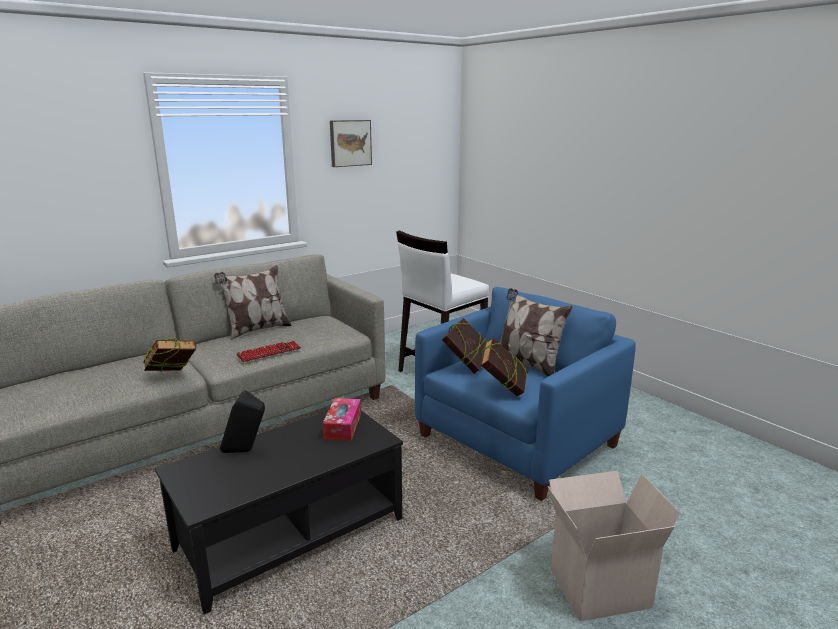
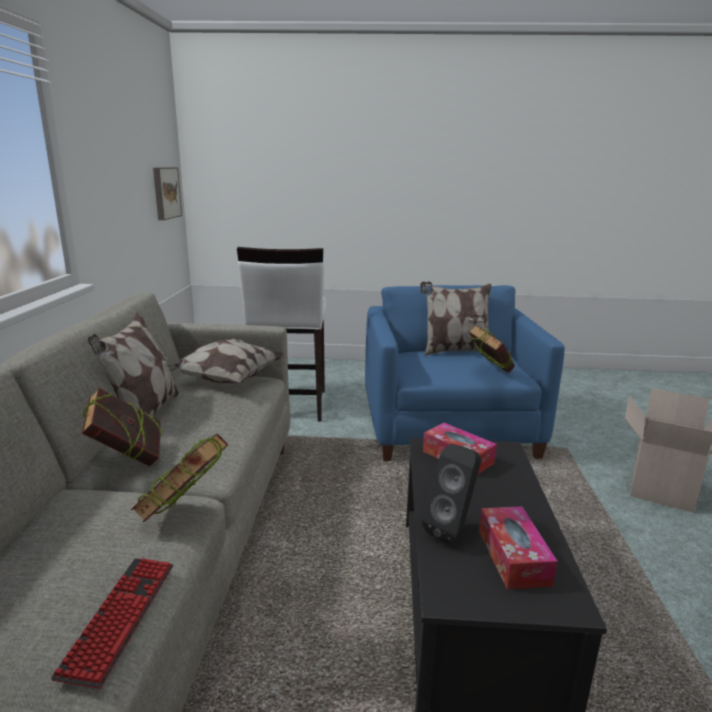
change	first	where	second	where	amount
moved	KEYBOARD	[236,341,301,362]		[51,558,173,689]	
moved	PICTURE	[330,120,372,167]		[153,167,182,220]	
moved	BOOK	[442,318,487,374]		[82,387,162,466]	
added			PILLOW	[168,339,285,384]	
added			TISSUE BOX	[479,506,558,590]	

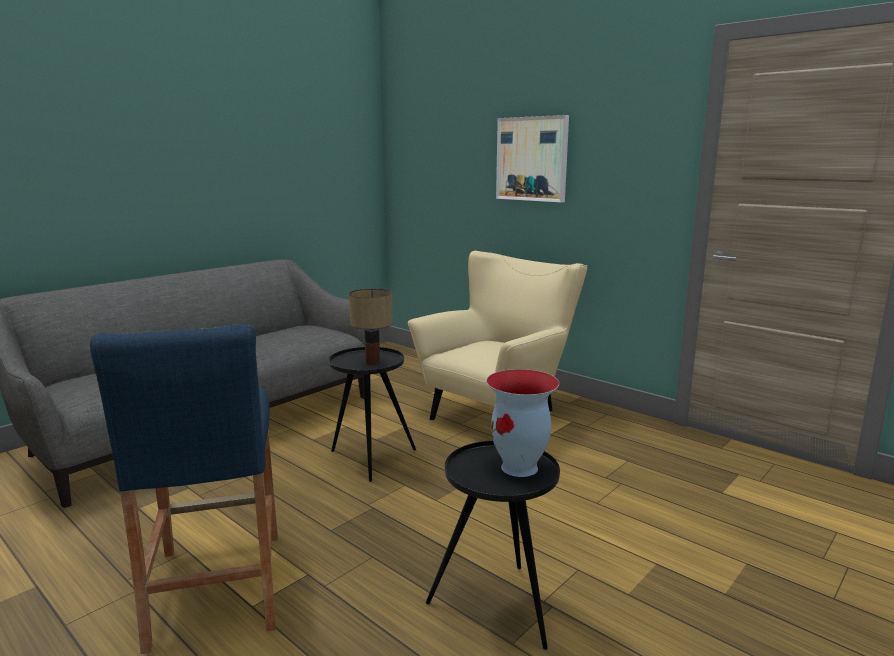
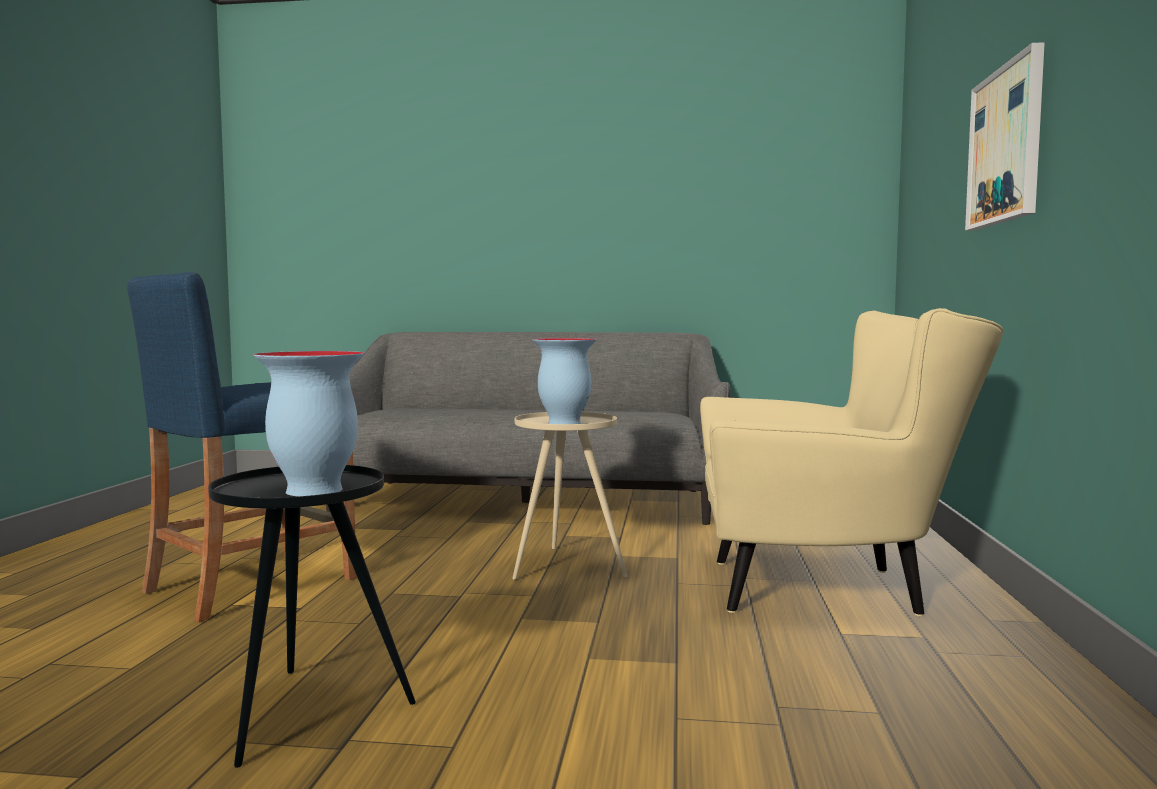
change	first	where	second	where	amount
recoloured	BLACK SIDE TABLE	[329,347,416,482]	BEIGE SIDE TABLE	[513,412,628,580]	
replaced	TABLE LAMP	[349,288,393,365]	VASE	[532,338,597,424]	

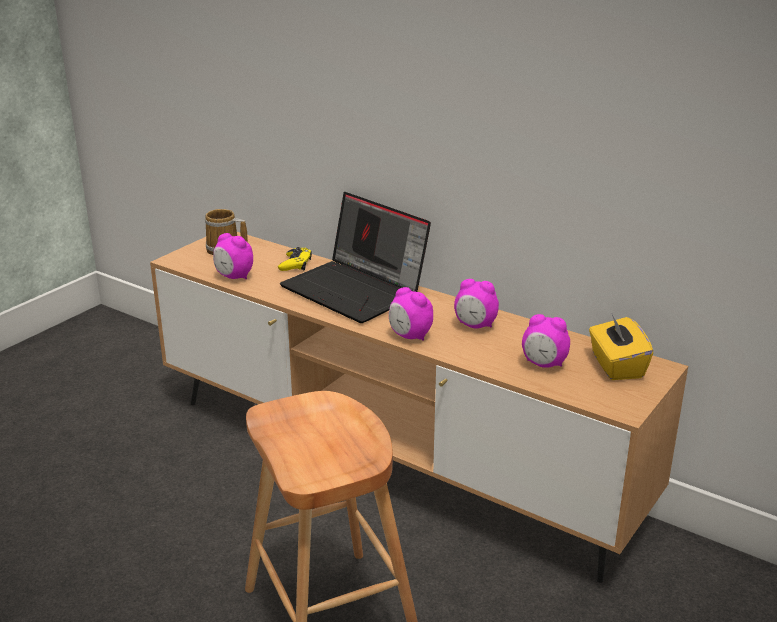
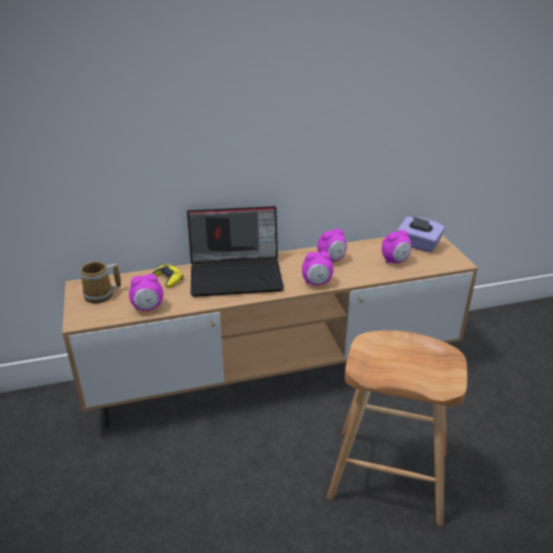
change	first	where	second	where	amount
recoloured	YELLOW TISSUE BOX	[589,314,653,380]	PURPLE TISSUE BOX	[397,216,445,253]	

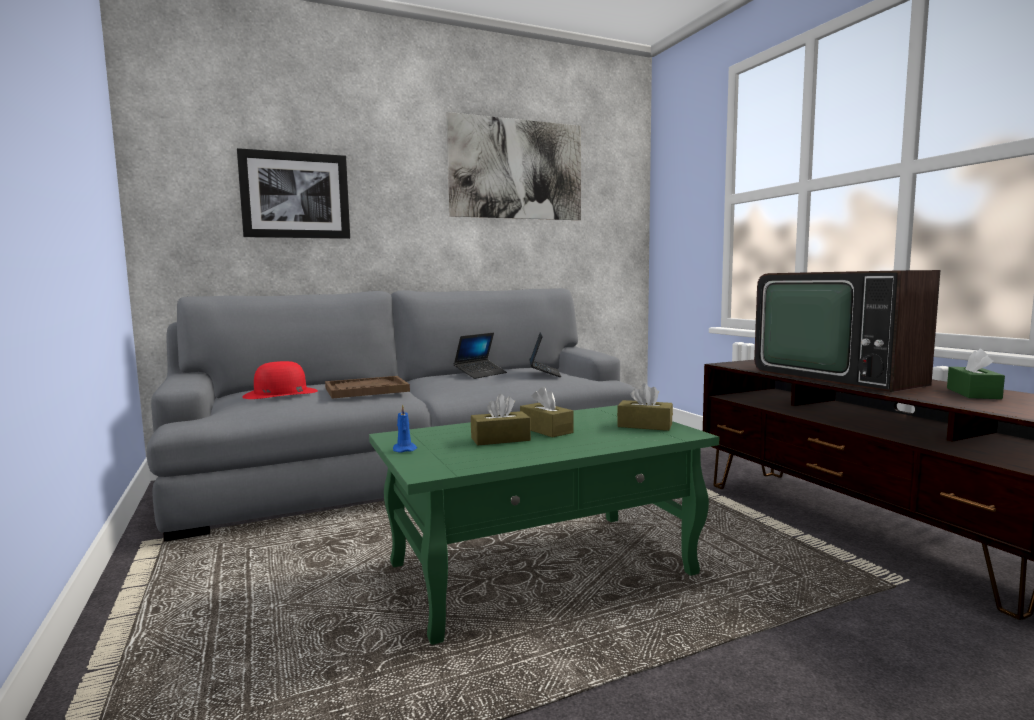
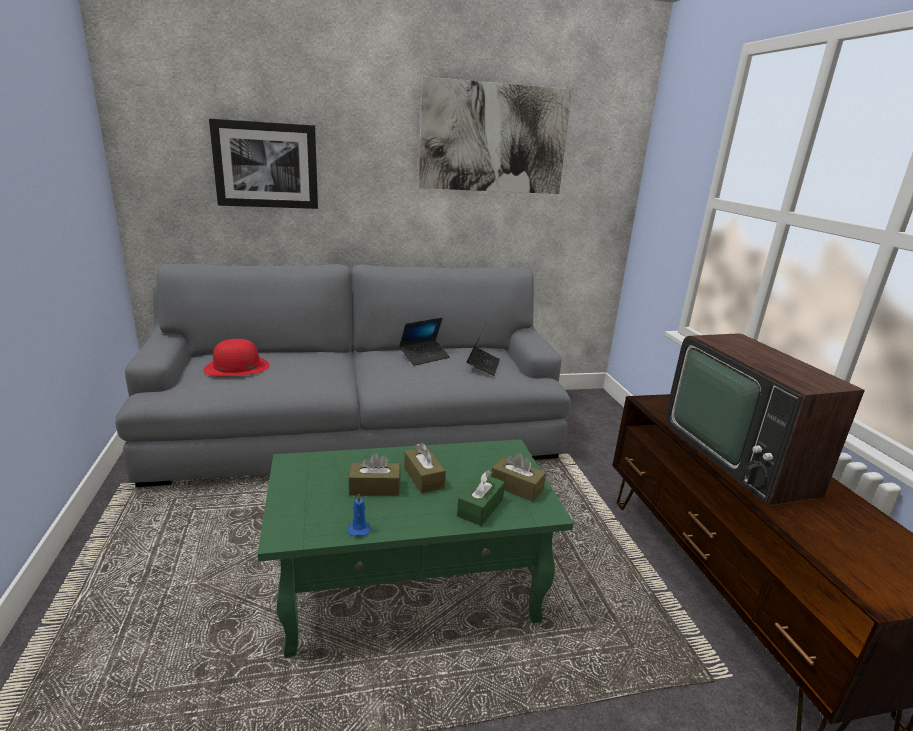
change	first	where	second	where	amount
removed	BROWN TRAY	[325,376,410,399]			
moved	BLUE CANDLE	[393,404,417,453]		[348,493,370,537]	
moved	GREEN TISSUE BOX	[947,349,1005,399]		[457,470,505,526]	

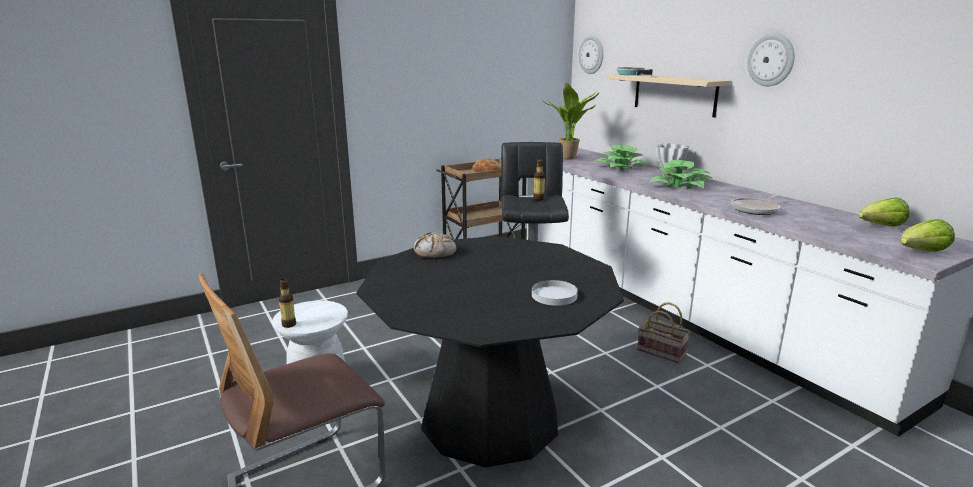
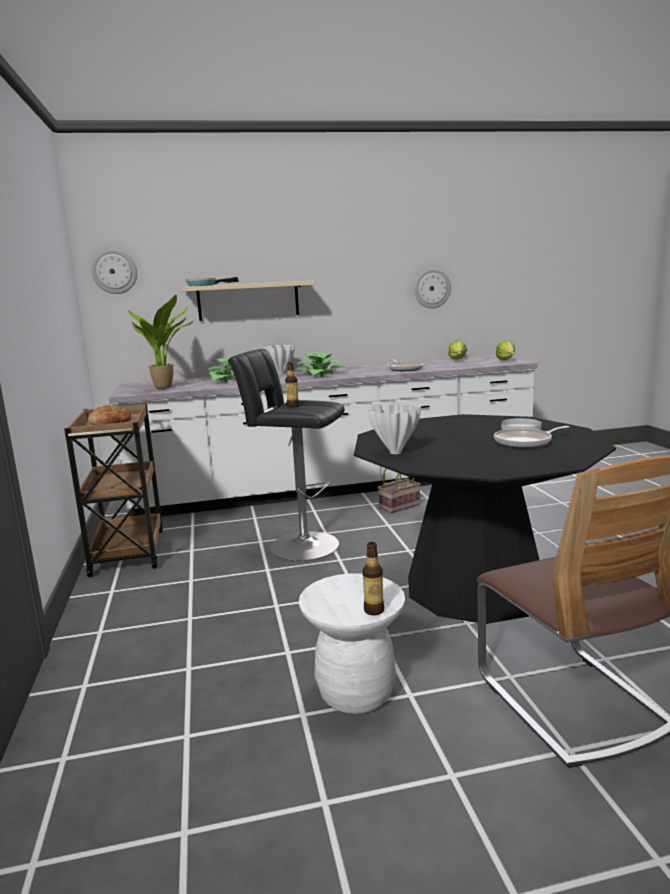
change	first	where	second	where	amount
replaced	BREAD	[414,232,456,258]	WHITE VASE	[368,404,421,454]	
moved	WALL CLOCK	[747,33,794,86]		[414,268,451,309]	
added			FRYING PAN	[494,426,569,448]	

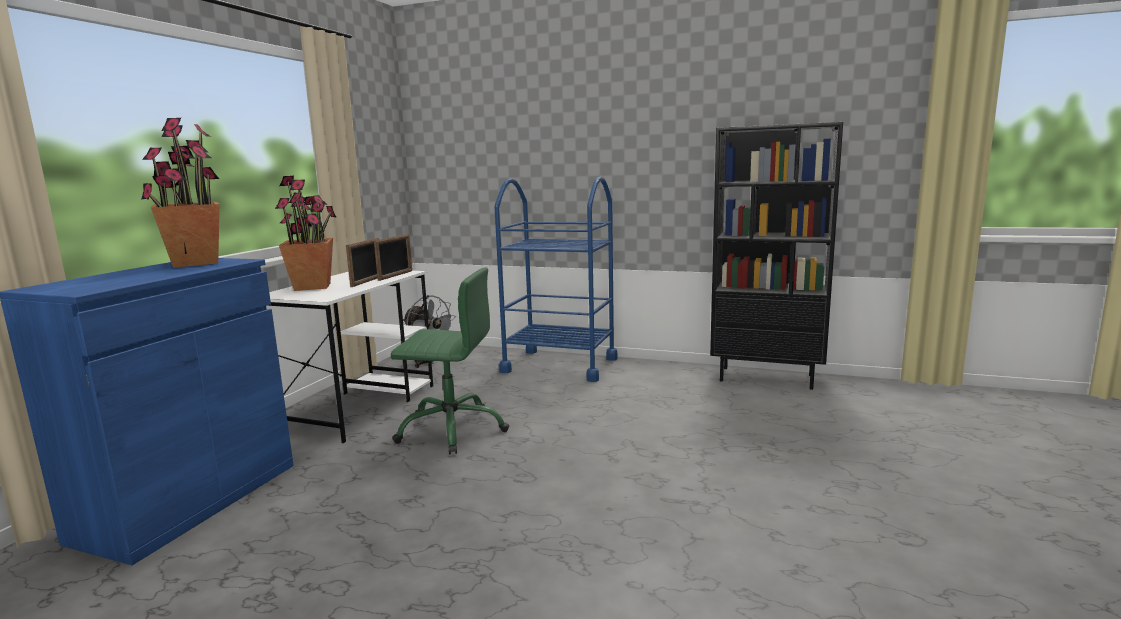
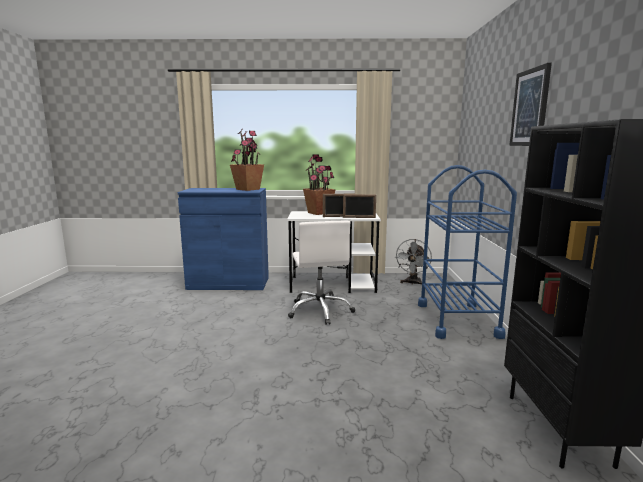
change	first	where	second	where	amount
recoloured	GREEN OFFICE CHAIR	[391,267,509,455]	WHITE OFFICE CHAIR	[288,221,355,325]	
added			PICTURE	[509,63,552,146]	

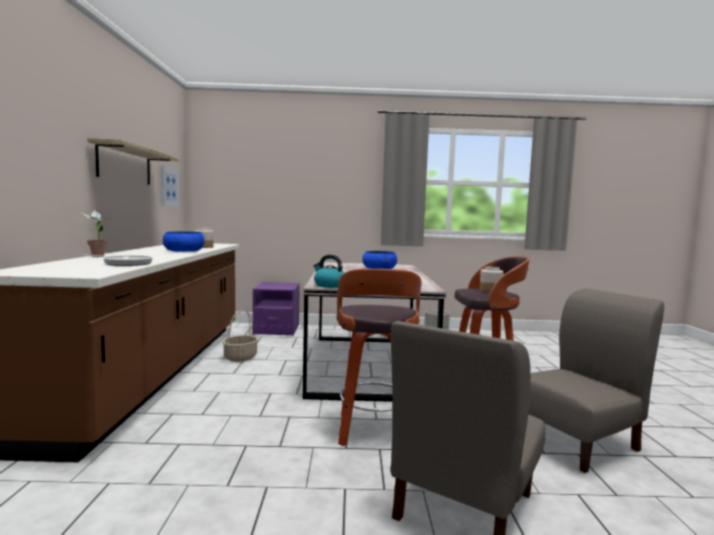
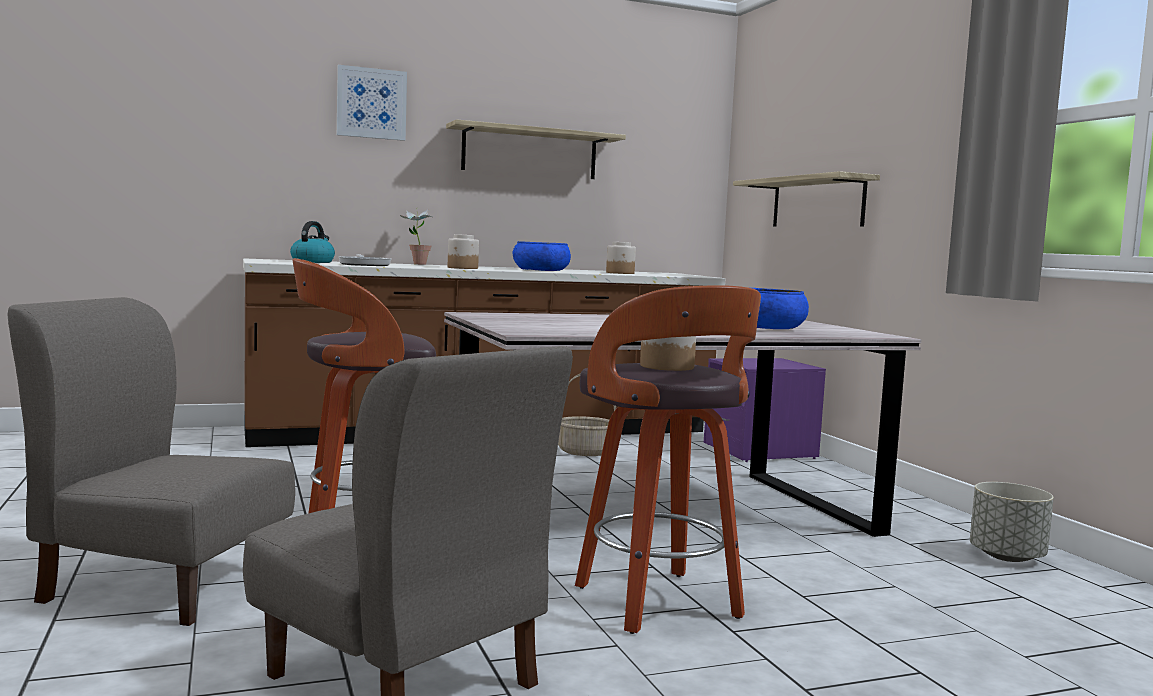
change	first	where	second	where	amount
moved	PICTURE	[161,166,179,206]		[337,65,407,141]	
moved	KETTLE	[314,255,345,288]		[290,221,335,263]	
added			JAR	[448,234,479,269]	
added			SHELF	[733,171,880,227]	

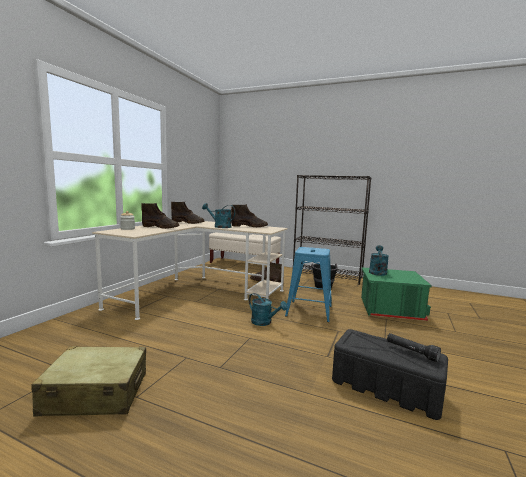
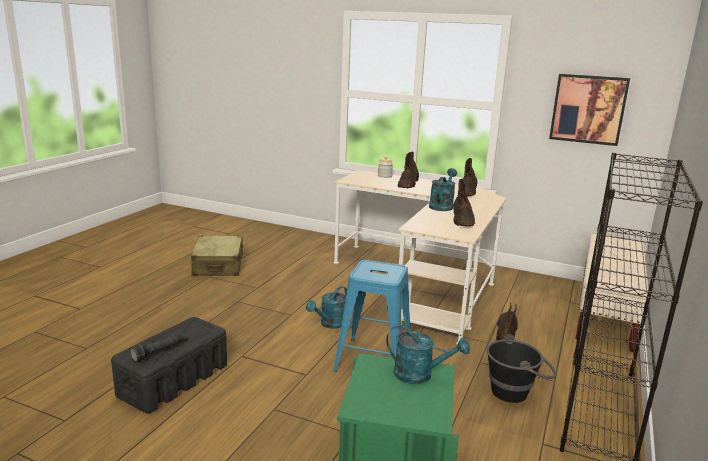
change	first	where	second	where	amount
added			PICTURE	[549,74,630,146]	

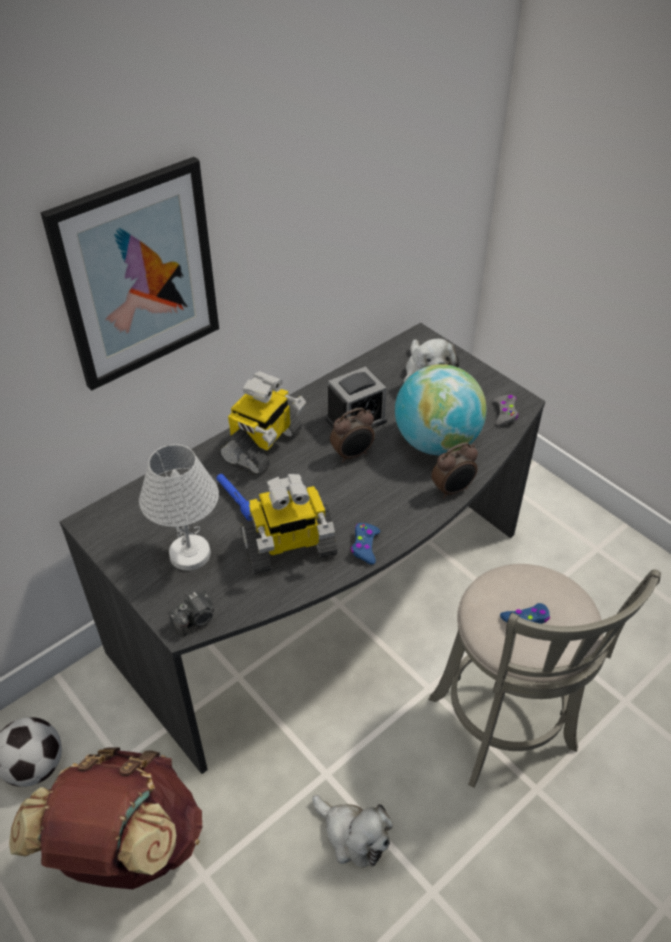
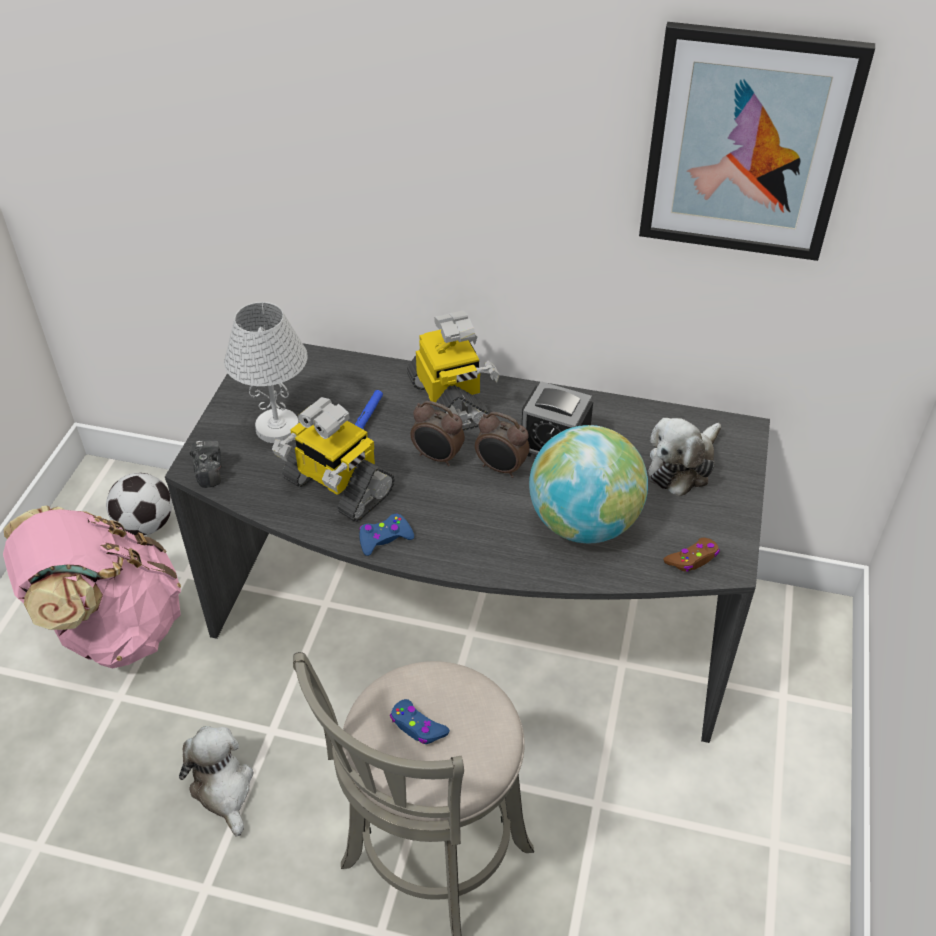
change	first	where	second	where	amount
recoloured	BROWN BACKPACK	[9,747,203,889]	PINK BACKPACK	[3,506,181,668]	
moved	PICTURE	[41,157,219,391]		[639,22,875,261]	
turned	PHOTO CAMERA	[168,591,214,636]		[189,440,222,488]	120 degrees counterclockwise
turned	TOY ROBOT	[218,371,306,476]		[407,311,500,431]	105 degrees counterclockwise
turned	PLUSH TOY	[312,795,393,868]		[179,726,253,837]	150 degrees clockwise
moved	ALARM CLOCK	[431,442,478,498]		[410,401,465,466]	
recoloured	GREY GAME CONTROLLER	[493,395,518,426]	BROWN GAME CONTROLLER	[663,538,720,572]	

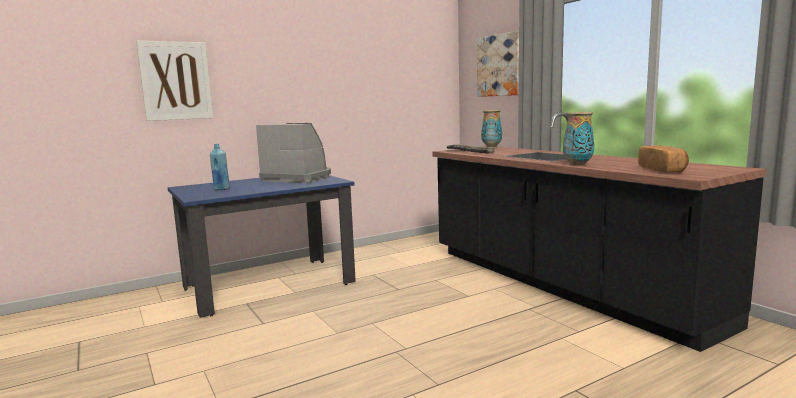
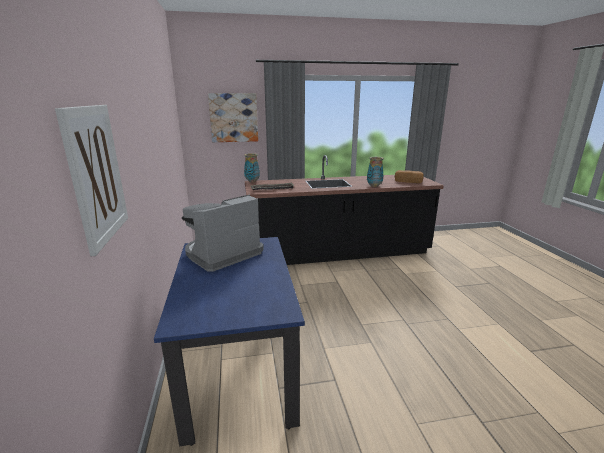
change	first	where	second	where	amount
removed	BLUE BOTTLE	[210,144,230,190]			

